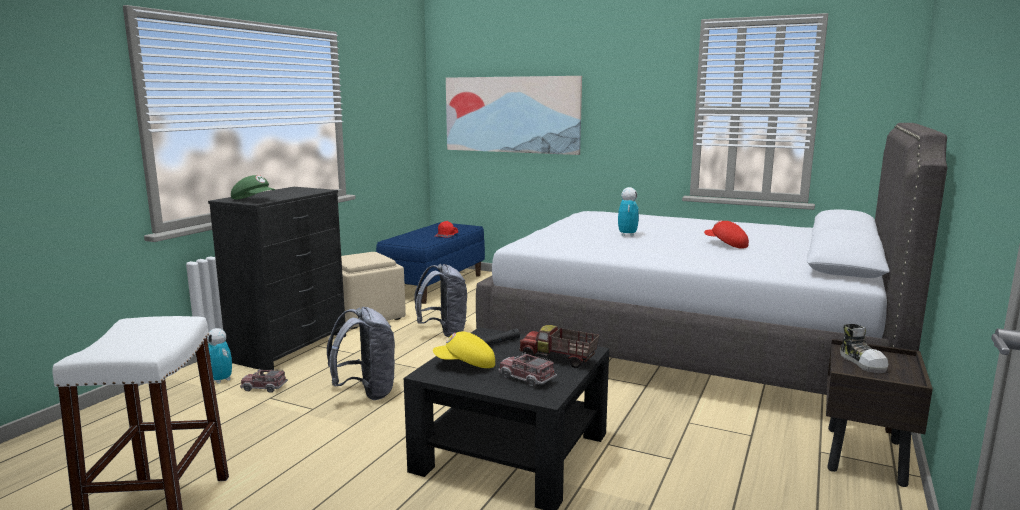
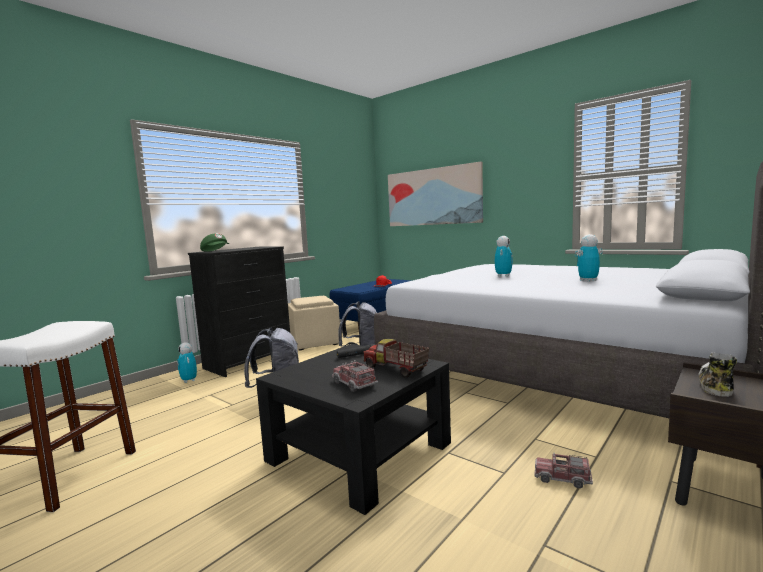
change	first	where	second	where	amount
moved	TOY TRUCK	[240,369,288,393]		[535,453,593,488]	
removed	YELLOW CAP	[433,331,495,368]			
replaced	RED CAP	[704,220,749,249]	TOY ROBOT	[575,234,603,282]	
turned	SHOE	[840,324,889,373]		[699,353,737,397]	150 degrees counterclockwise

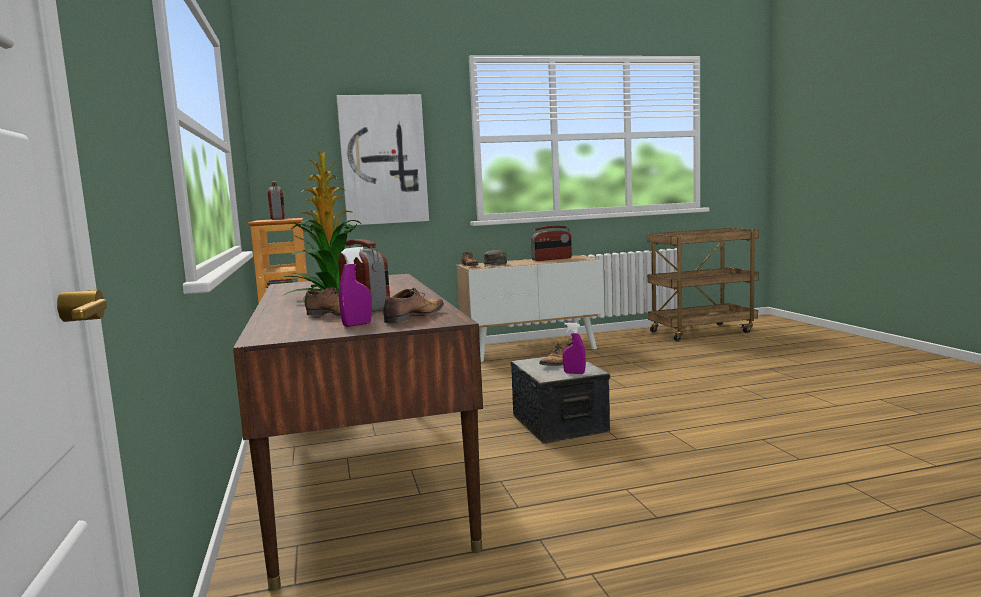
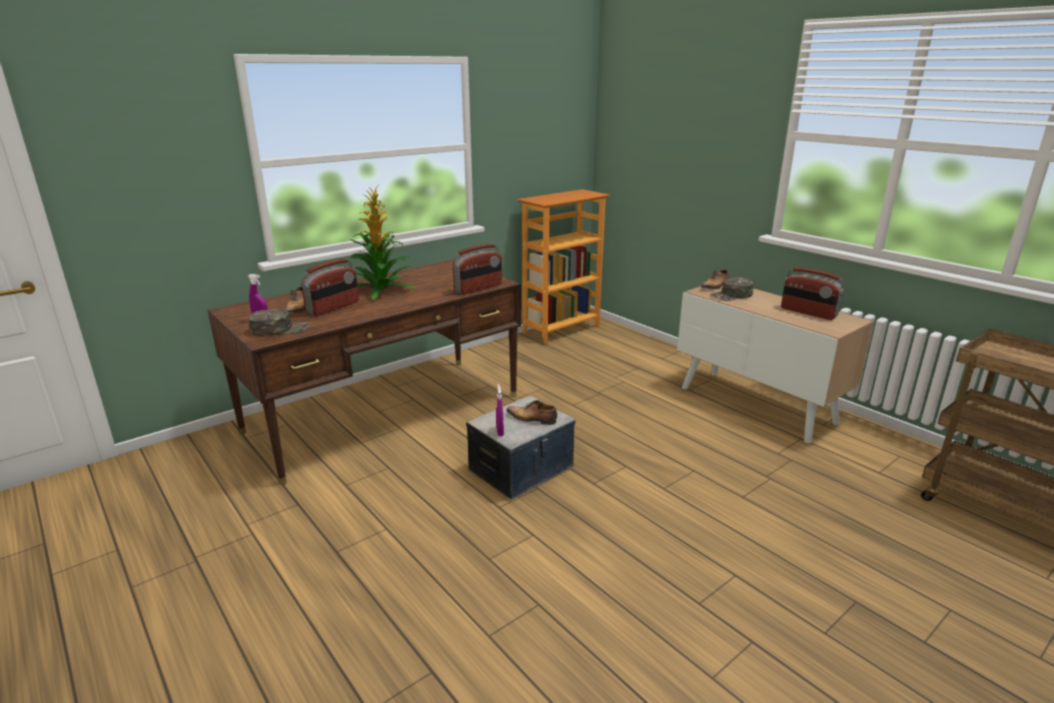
change	first	where	second	where	amount
moved	RADIO	[268,181,285,220]		[453,244,502,294]	
removed	PICTURE	[336,94,429,225]			
replaced	SHOE	[383,288,444,324]	GREEN CAP	[249,309,310,336]	

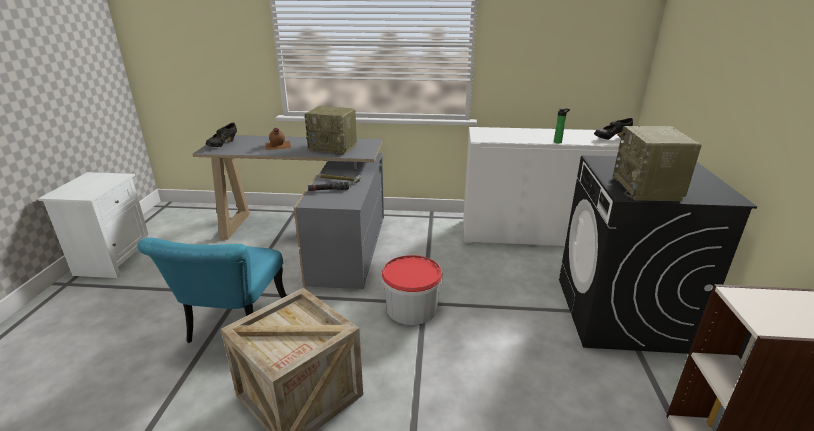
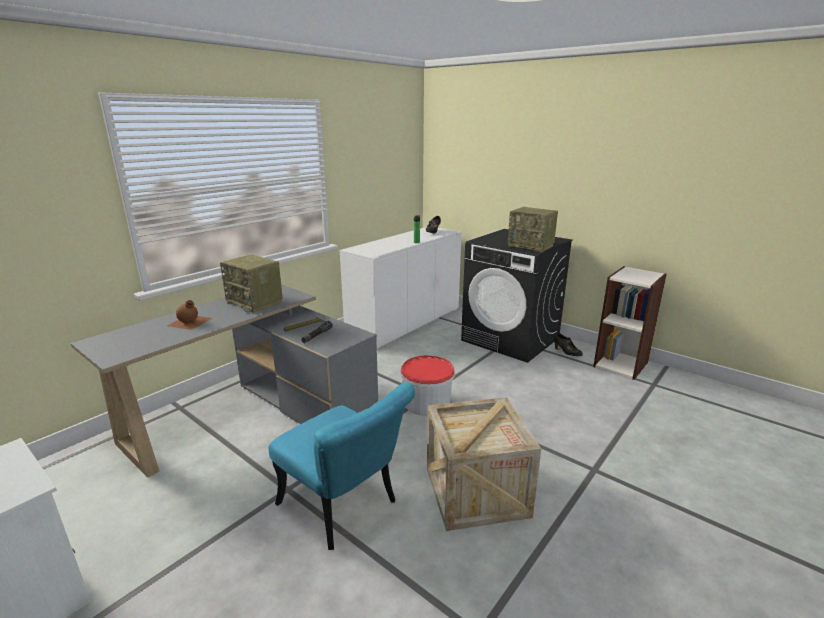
change	first	where	second	where	amount
moved	BLACK SHOE	[206,123,237,147]		[554,332,583,356]	
turned	RADIO	[305,106,357,155]		[220,254,283,313]	75 degrees clockwise

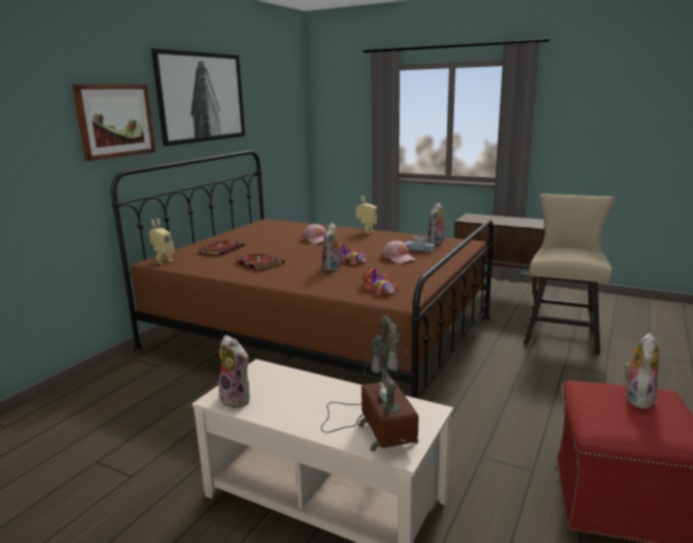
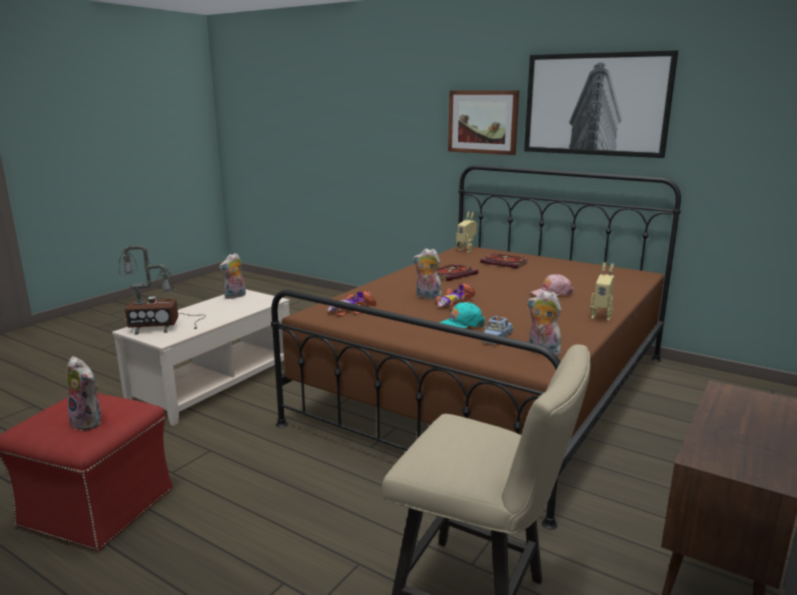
change	first	where	second	where	amount
recoloured	PINK CAP	[382,240,416,263]	TURQUOISE CAP	[439,302,486,328]	

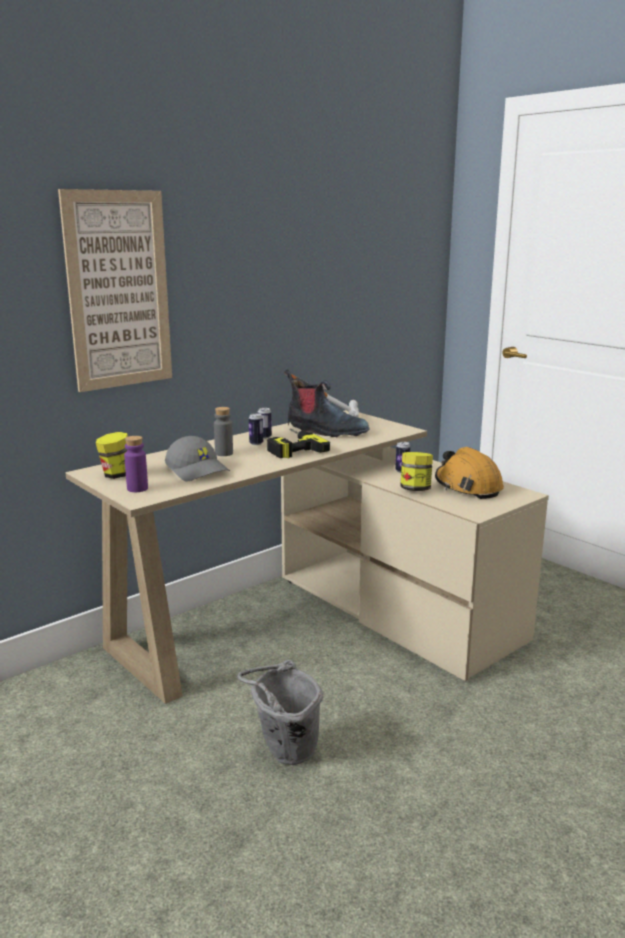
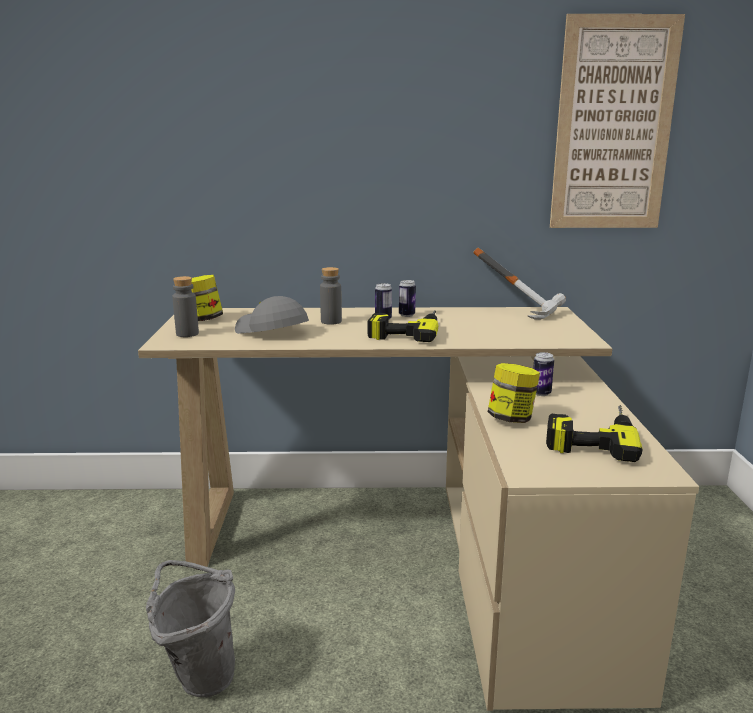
change	first	where	second	where	amount
moved	PICTURE	[58,189,172,392]		[550,14,685,228]	
recoloured	PURPLE BOTTLE	[124,436,148,492]	GREY BOTTLE	[172,276,199,337]	
turned	GREY CAP	[165,436,230,481]		[235,296,309,334]	135 degrees clockwise
removed	BOOT	[284,370,370,437]			
replaced	ORANGE HARD HAT	[435,447,504,499]	POWER DRILL	[546,405,643,462]	

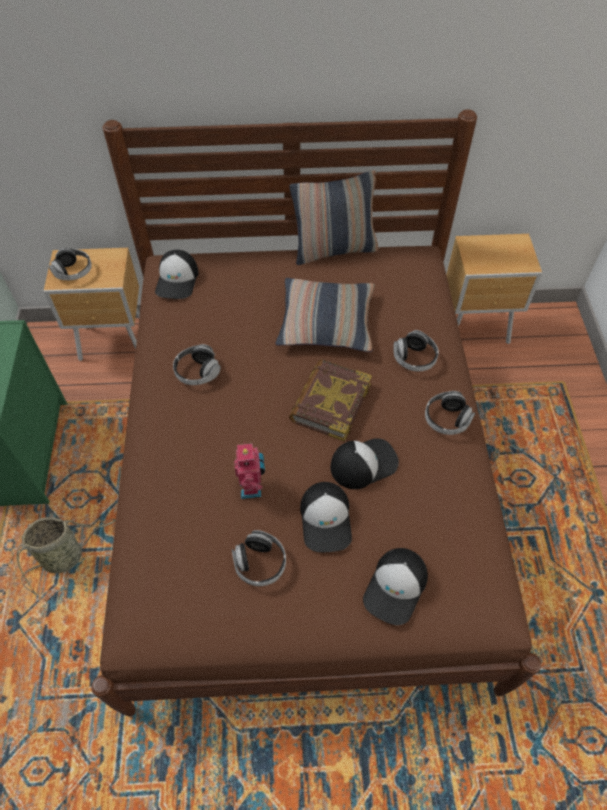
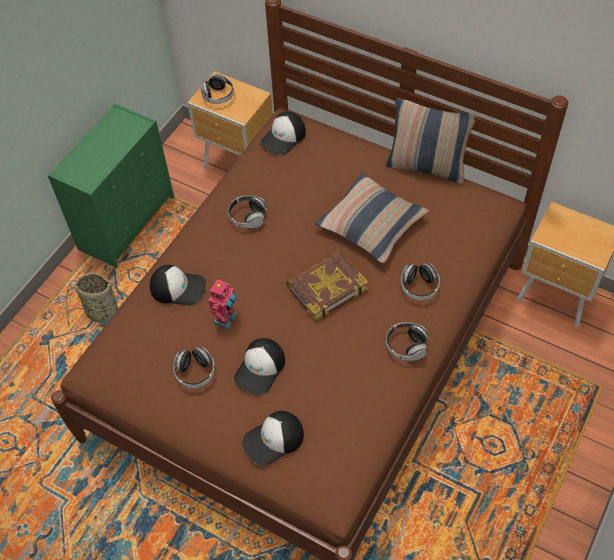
change	first	where	second	where	amount
moved	CAP	[330,438,399,489]		[150,265,206,305]	

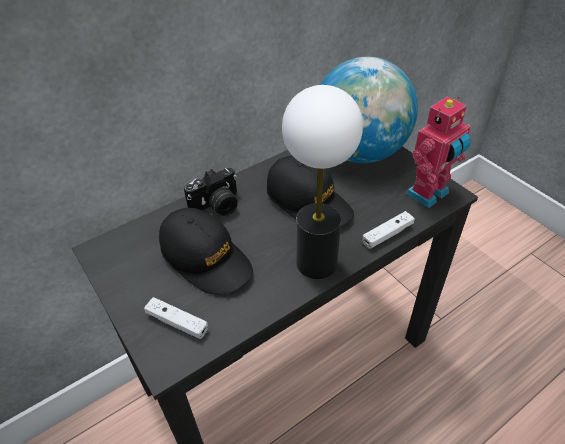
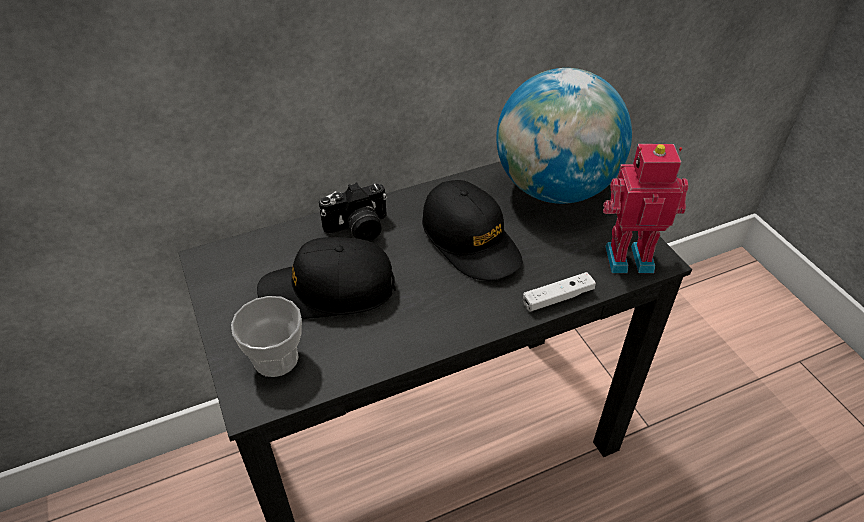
change	first	where	second	where	amount
replaced	WHITE GAME CONTROLLER	[144,297,208,339]	CUP	[231,296,302,377]	
turned	BLACK CAP	[159,208,253,295]		[257,237,396,319]	120 degrees clockwise
removed	TABLE LAMP	[282,85,363,279]			
turned	TOY ROBOT	[406,96,471,208]		[603,144,689,273]	150 degrees counterclockwise

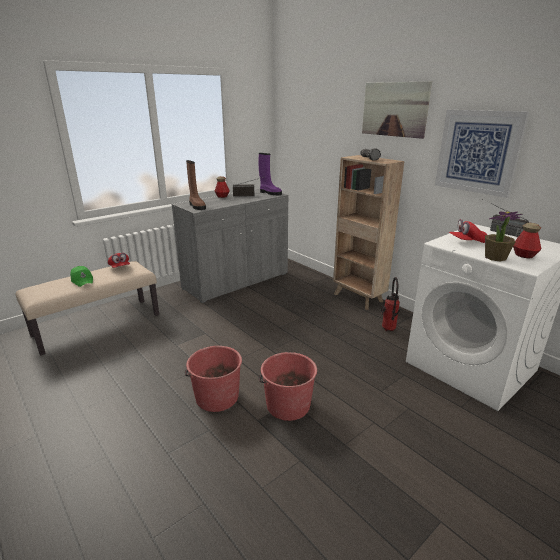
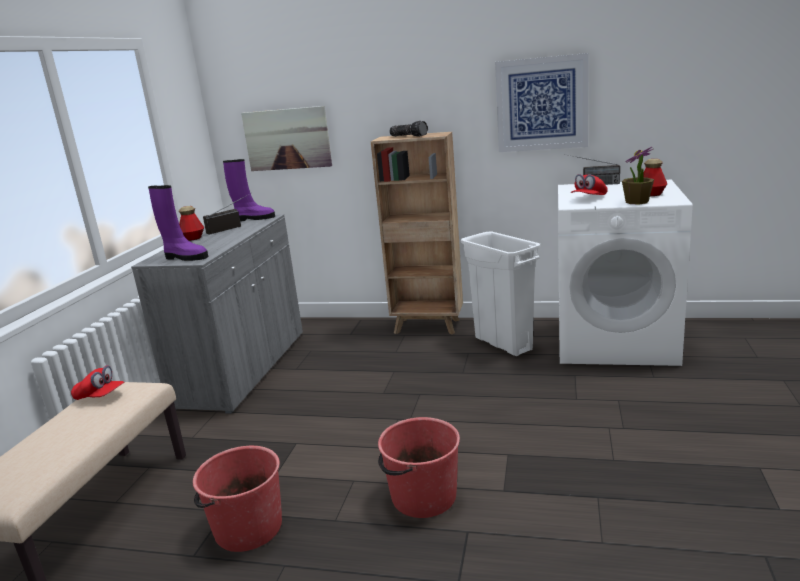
change	first	where	second	where	amount
removed	GREEN CAP	[70,266,93,287]			
recoloured	BROWN BOOT	[186,160,206,210]	PURPLE BOOT	[148,185,209,261]	
moved	RED BUCKET	[259,352,317,421]		[193,446,282,552]	
moved	PICTURE	[362,81,432,139]		[241,106,332,171]	
replaced	FIRE EXTINGUISHER	[381,277,401,331]	WHITE TRASH CAN	[461,231,540,356]	

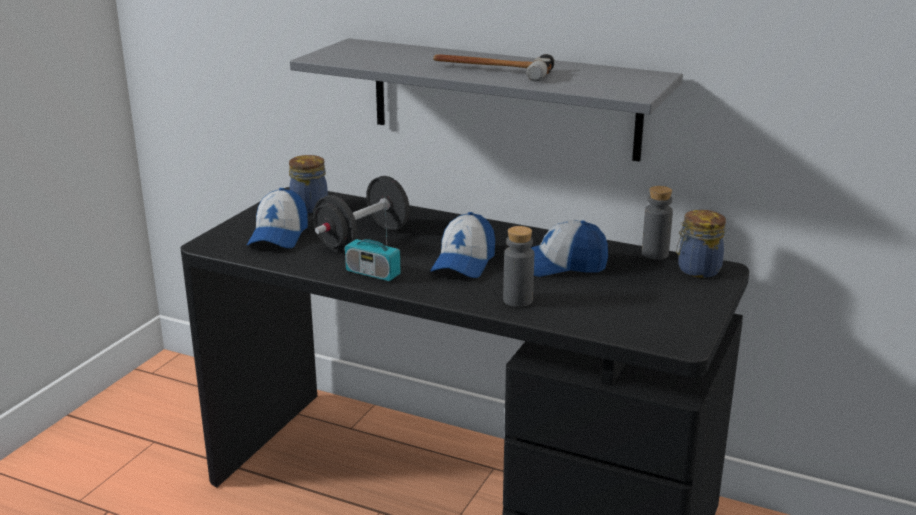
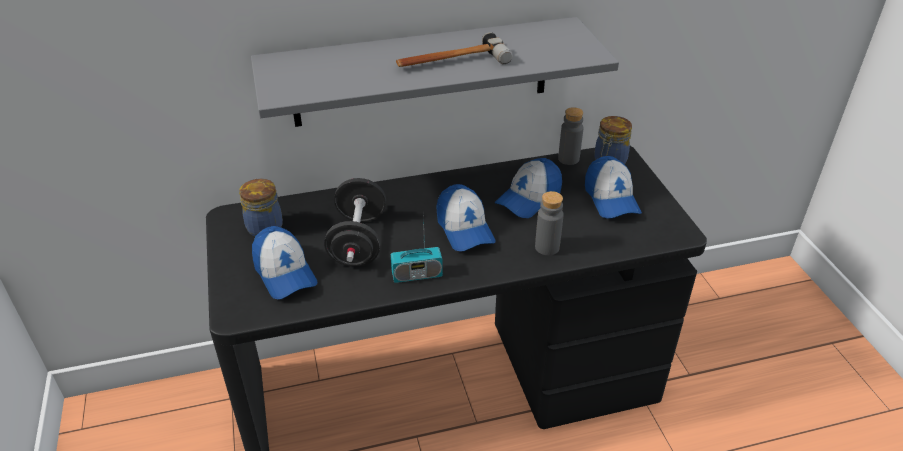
change	first	where	second	where	amount
added			CAP	[585,156,642,219]	

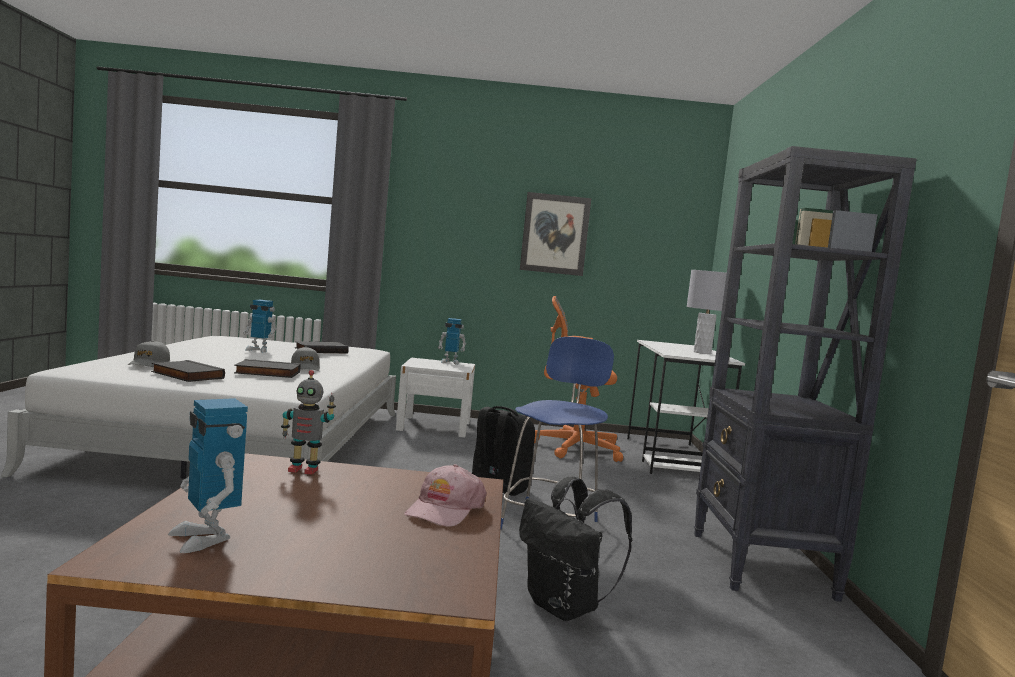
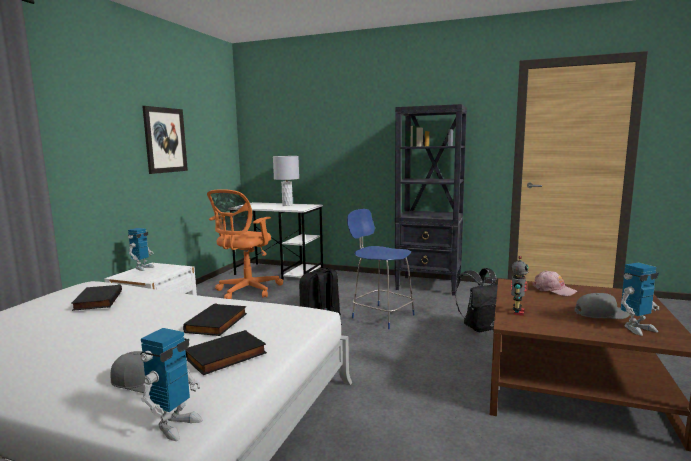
change	first	where	second	where	amount
moved	TOY ROBOT	[243,300,277,353]		[140,328,203,441]	
moved	GREY CAP	[291,347,320,371]		[574,293,630,319]	

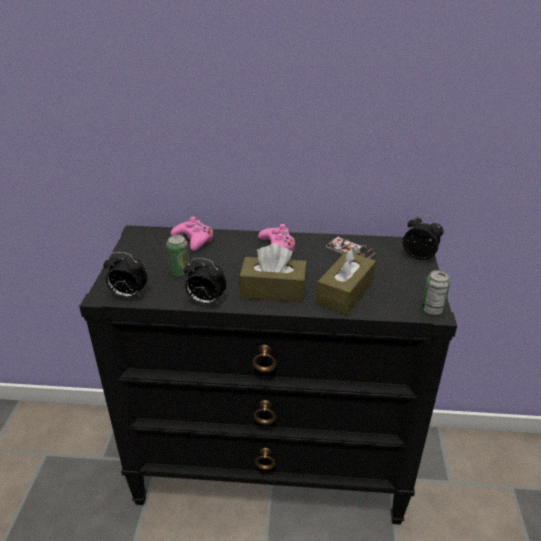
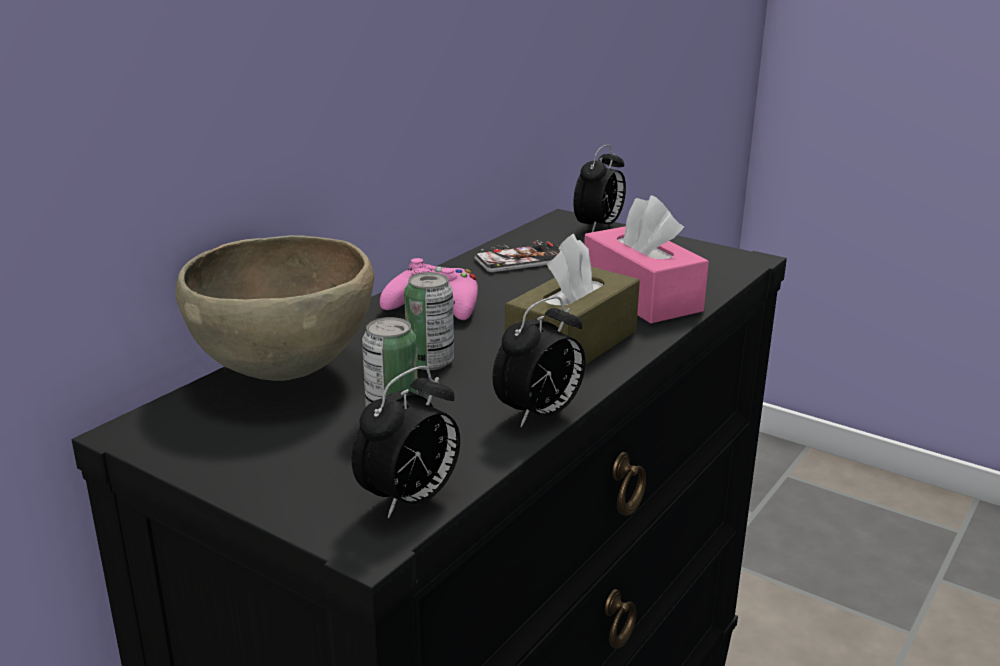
change	first	where	second	where	amount
replaced	PINK GAME CONTROLLER	[171,217,214,251]	BROWN BOWL	[175,235,374,381]	
recoloured	BROWN TISSUE BOX	[316,246,376,315]	PINK TISSUE BOX	[584,195,709,324]	
turned	ALARM CLOCK	[403,214,444,260]		[573,144,626,232]	150 degrees clockwise
moved	CAN	[421,270,450,315]		[404,272,454,370]	

